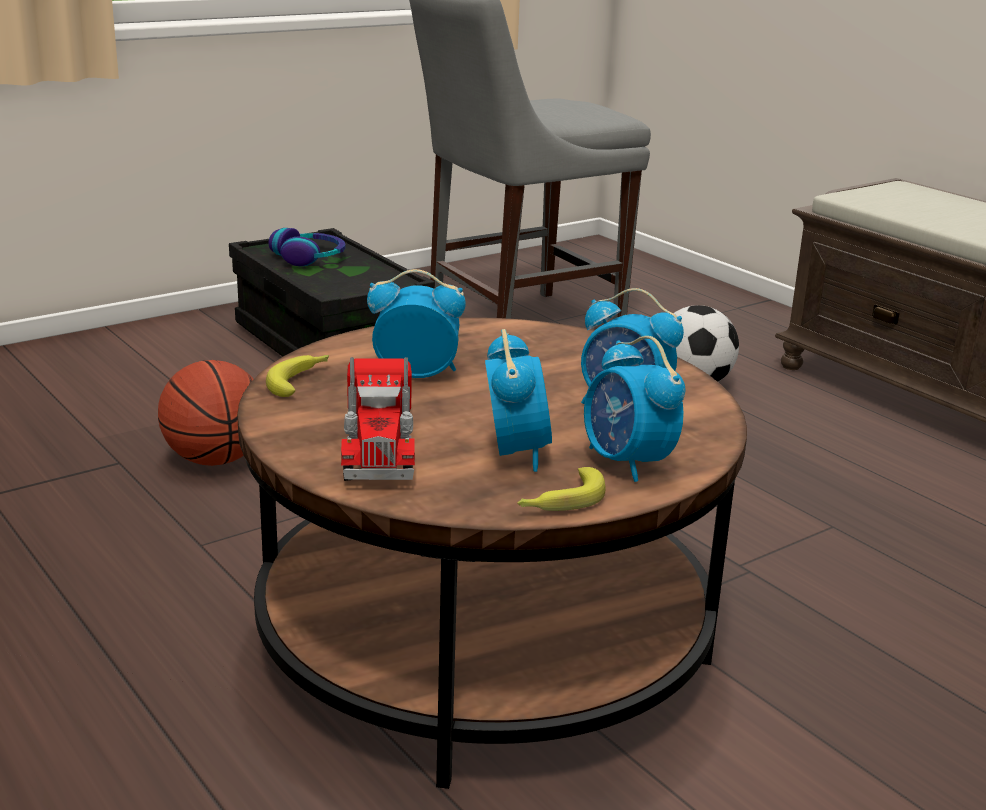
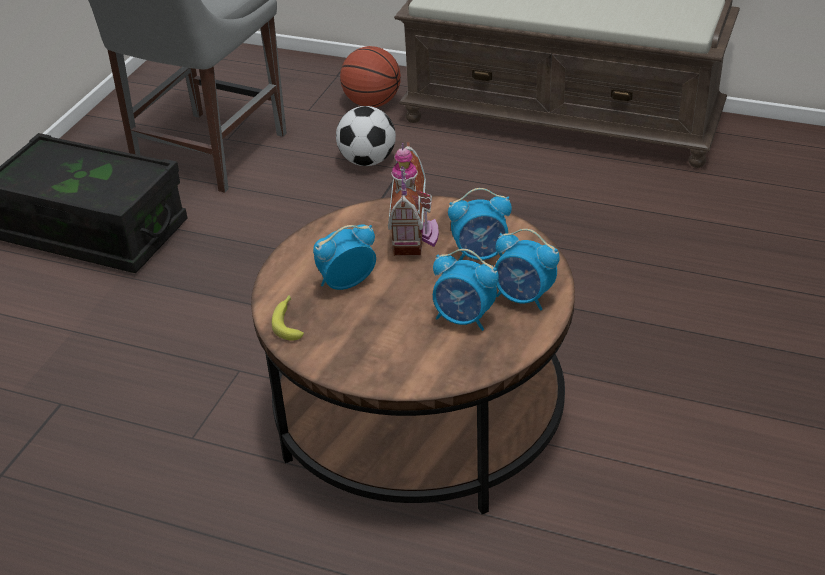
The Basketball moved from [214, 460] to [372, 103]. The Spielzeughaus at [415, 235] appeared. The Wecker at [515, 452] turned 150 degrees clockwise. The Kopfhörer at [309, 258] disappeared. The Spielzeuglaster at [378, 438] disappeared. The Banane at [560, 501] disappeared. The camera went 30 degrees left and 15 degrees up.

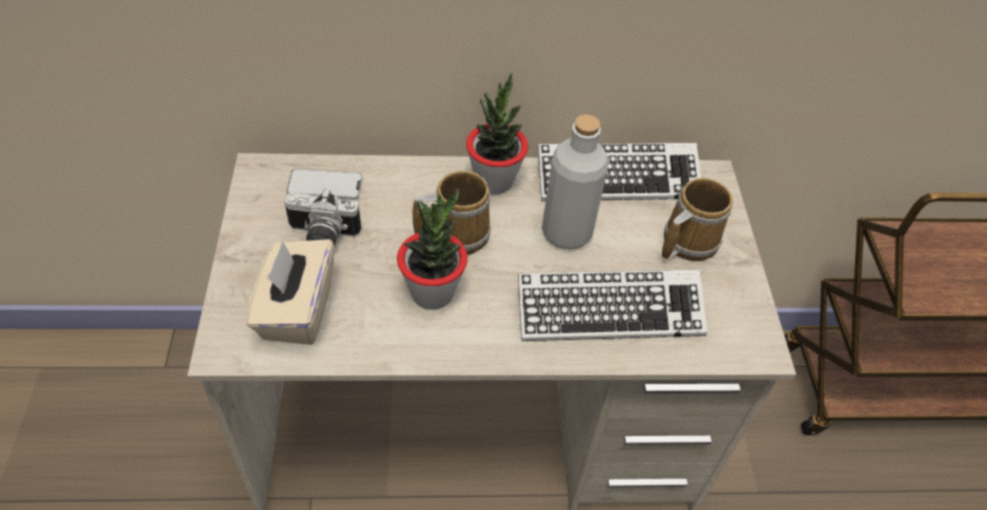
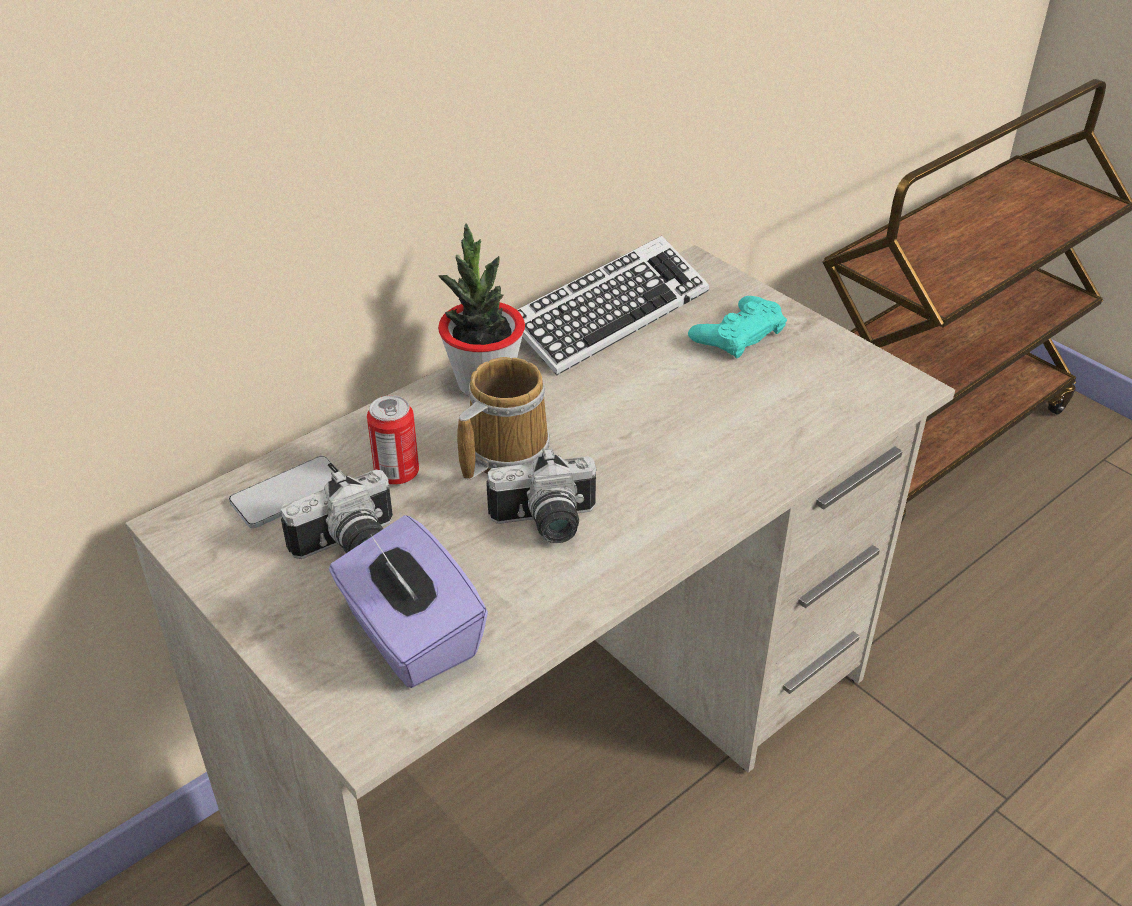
The Taschentuchbox (beige) at [296, 310] became the Taschentuchbox (lila) at [410, 636]. The Dose at [397, 473] appeared. The Topfpflanze at [432, 293] was replaced by the Kamera at [546, 524]. The Henkelbecher at [686, 241] was replaced by the Gamepad (türkis) at [738, 334]. The Tastatur at [609, 311] disappeared. The Flasche (grau) at [566, 232] disappeared. The camera went 35 degrees left and 10 degrees down.

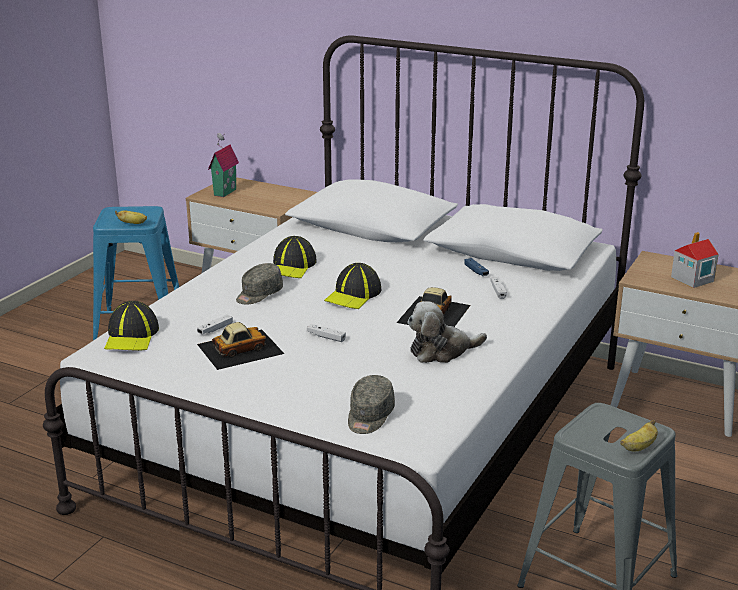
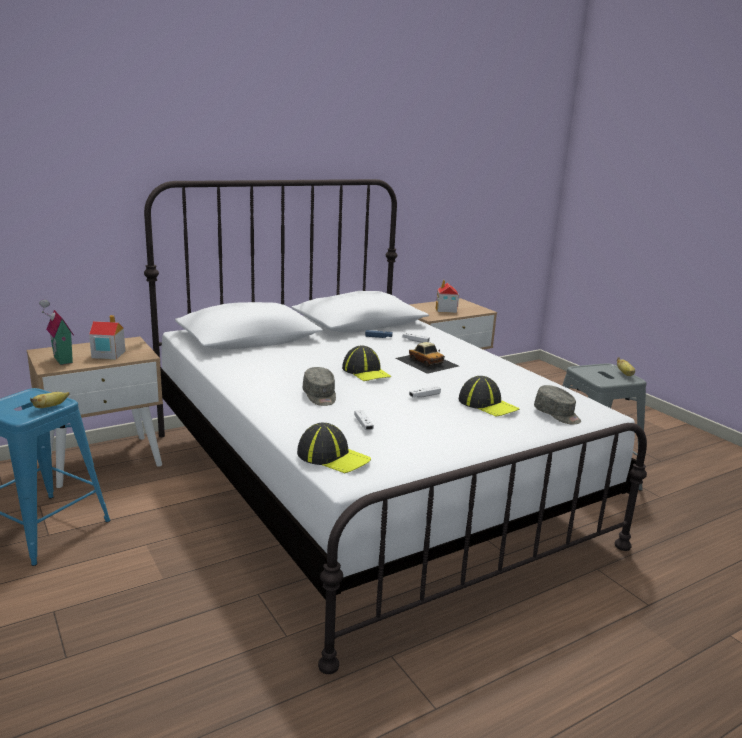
The Spielzeughaus at [108, 354] appeared. The Kappe moved from [291, 266] to [487, 404]. The Spielzeugauto at [239, 348] disappeared. The Plüschtier at [441, 351] disappeared. The camera went 60 degrees left and 5 degrees down.

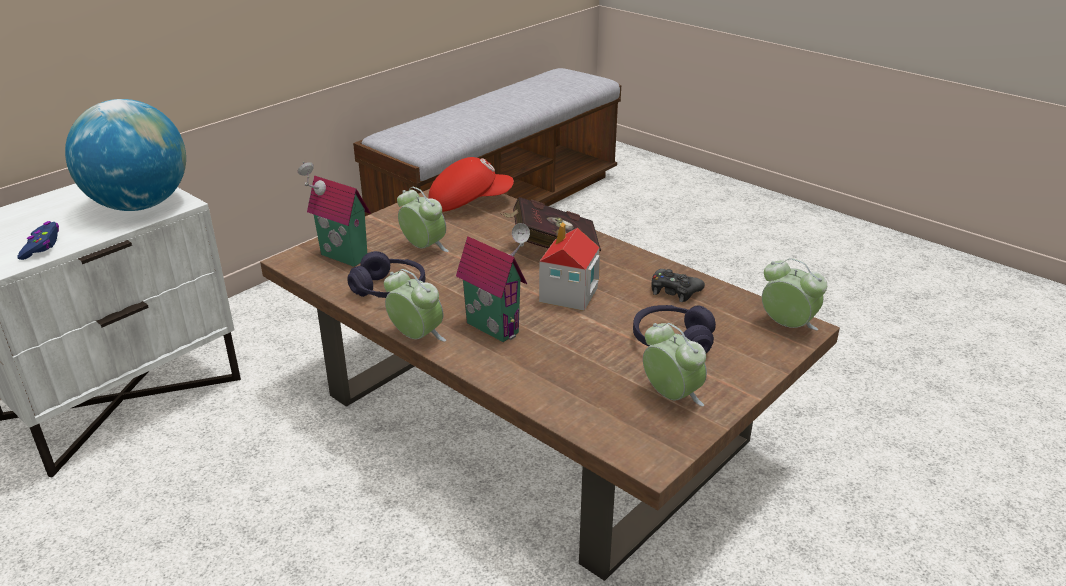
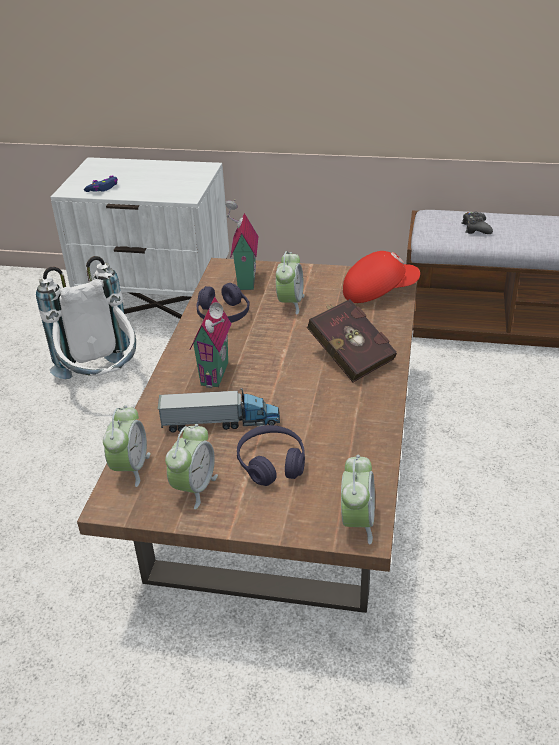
The Rucksack (weiß) at [102, 382] appeared. The Wecker moved from [416, 337] to [130, 468]. The Spielzeuglaster at [221, 422] appeared. The Kappe (rot) at [469, 203] turned 60 degrees counterclockwise. The Gamepad (schwarz) moved from [674, 291] to [476, 228]. The Globus at [139, 205] disappeared. The Spielzeughaus at [568, 295] disappeared. The camera went 60 degrees right and 5 degrees up.

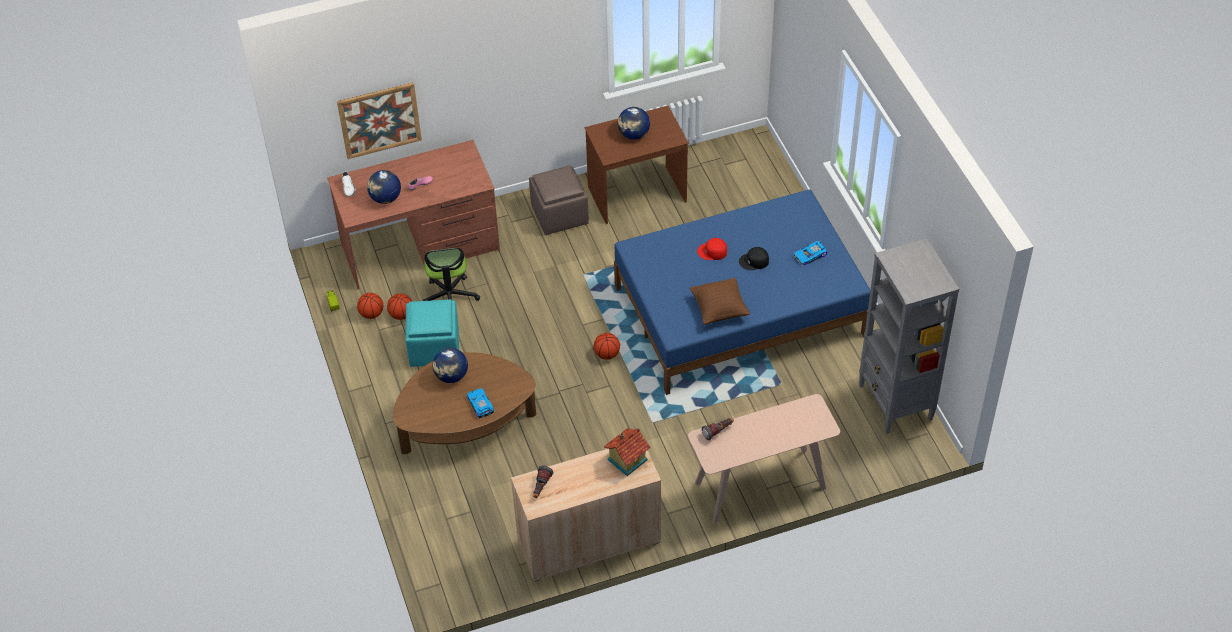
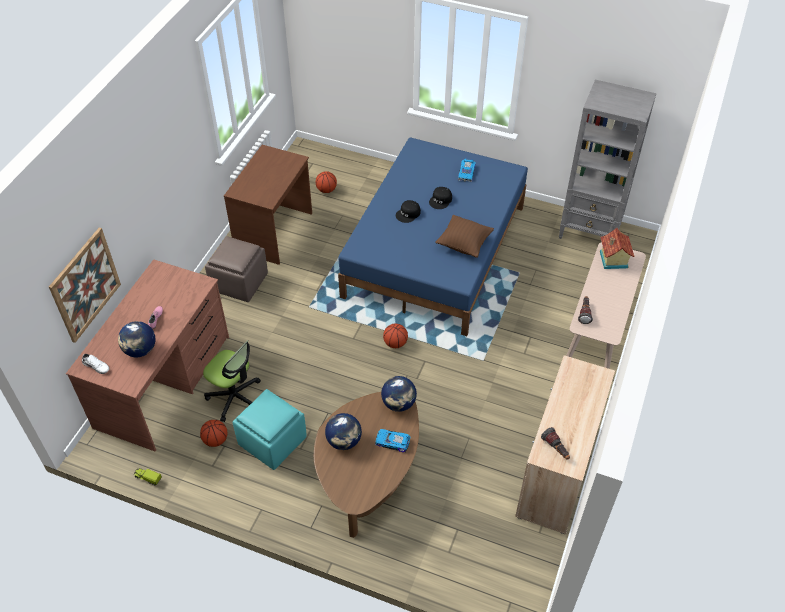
The Basketball moved from [371, 314] to [326, 190]. The Globus moved from [634, 135] to [399, 403]. The Kappe (rot) at [712, 252] became the Kappe (schwarz) at [408, 214]. The Spielzeughaus moved from [626, 459] to [612, 260]. The camera went 50 degrees left and 0 degrees up.

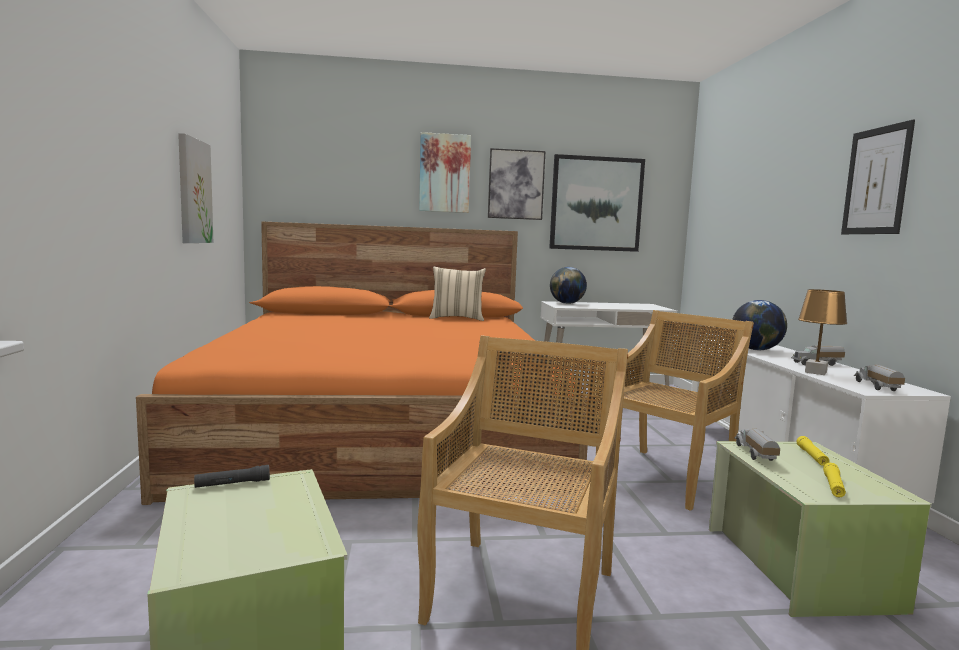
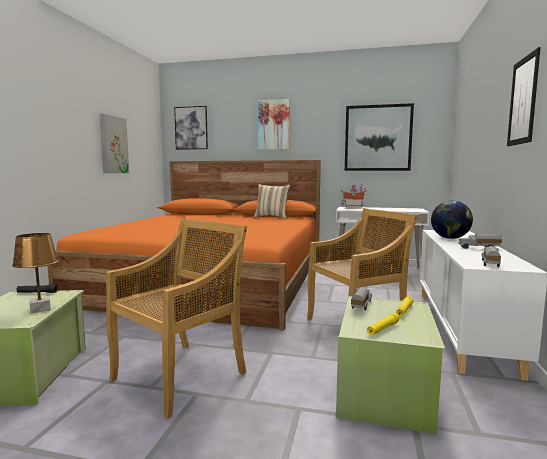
The Tischlampe (braun) moved from [815, 372] to [40, 309]. The Bild moved from [516, 184] to [191, 128]. The Globus at [567, 303] was replaced by the Spielzeughaus at [353, 208]. The camera went 20 degrees right and 0 degrees up.

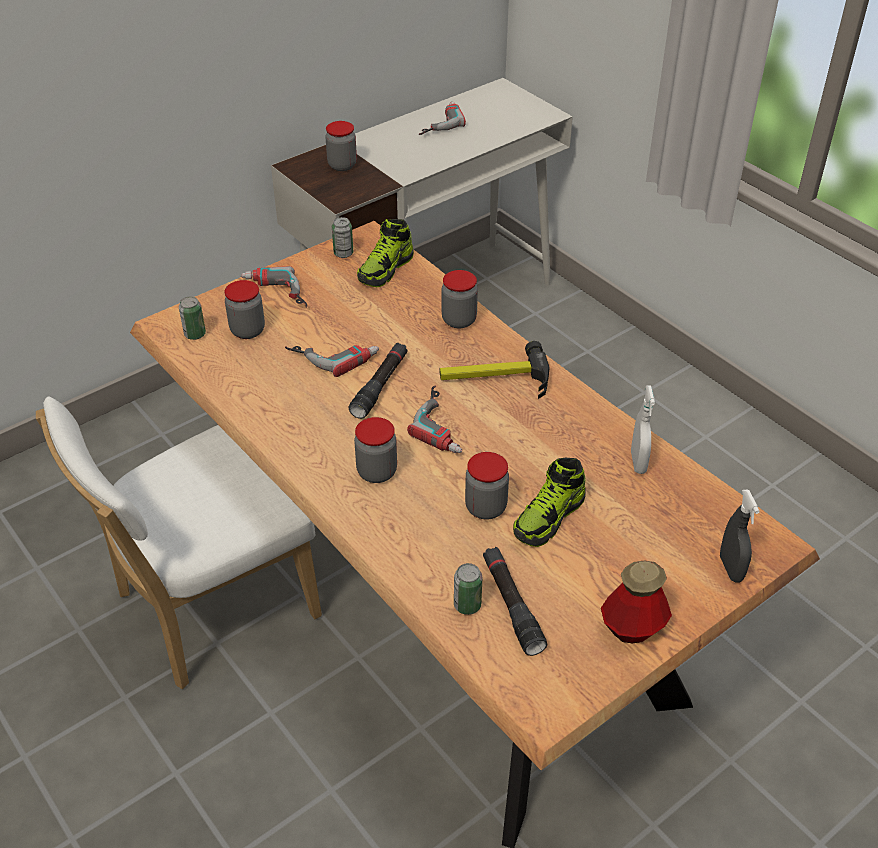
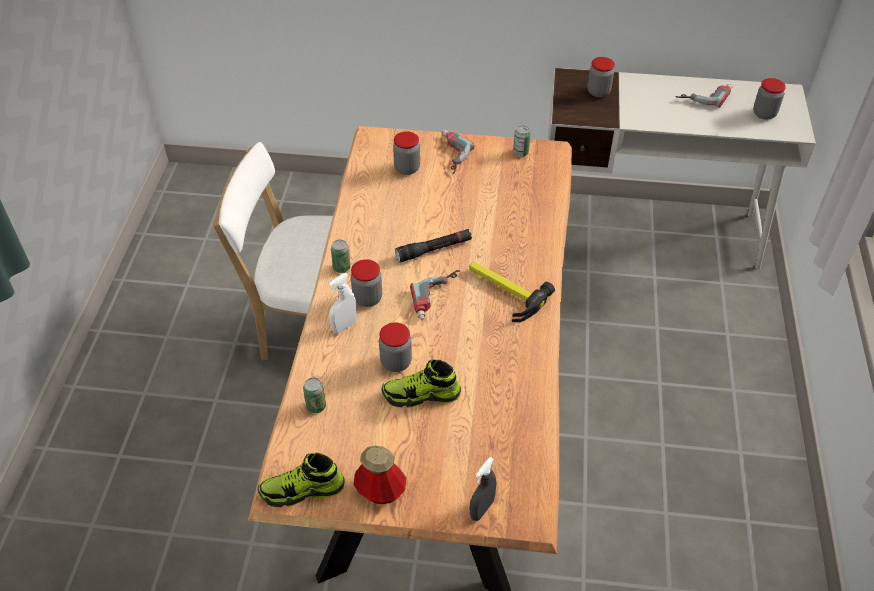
The Schuh moved from [386, 269] to [302, 490]. The Sprühflasche (weiß) moved from [638, 462] to [344, 326]. The Dose moved from [195, 334] to [341, 268]. The Vorratsglas moved from [459, 320] to [764, 113]. The Bohrmaschine at [333, 354] disappeared. The Taschenlampe (schwarz) at [512, 605] disappeared. The camera went 45 degrees right and 5 degrees up.

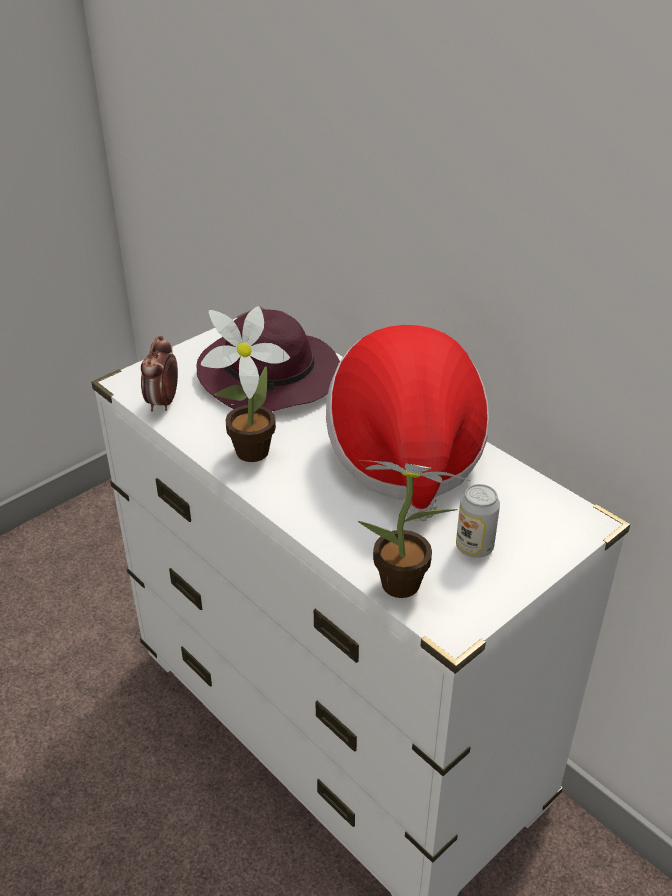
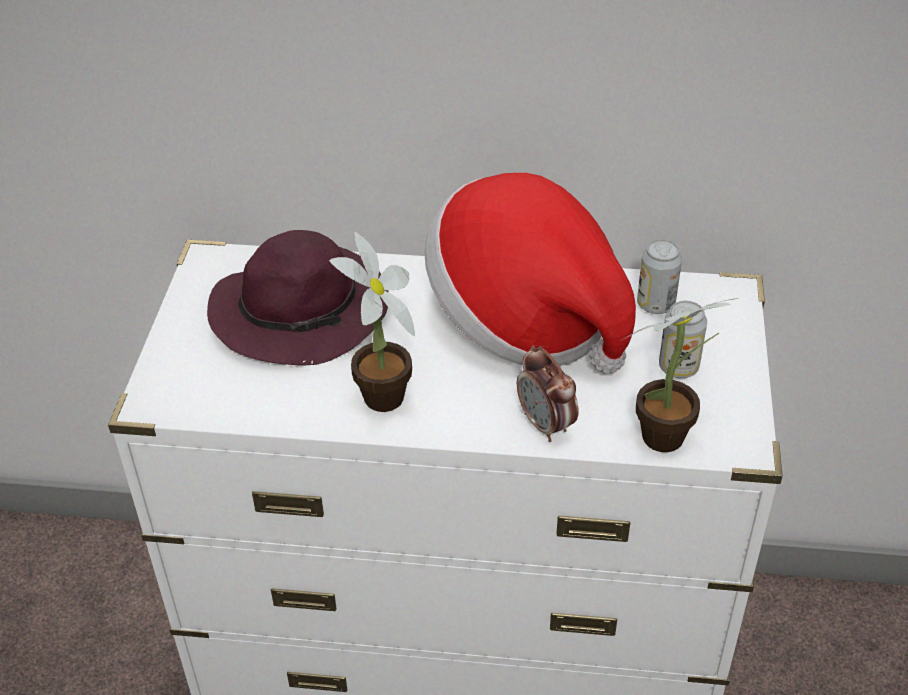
The Wecker moved from [163, 403] to [546, 425]. The Dose at [655, 304] appeared. The camera went 40 degrees left and 5 degrees up.

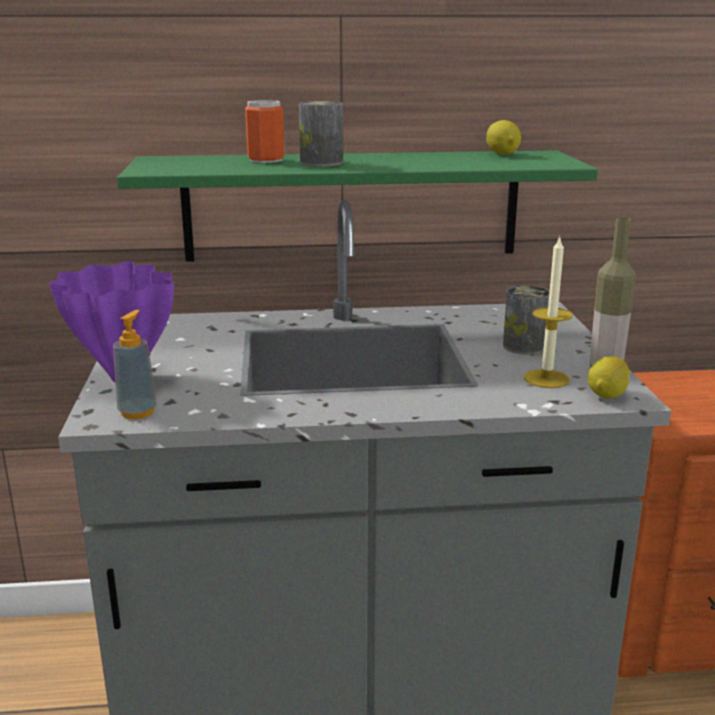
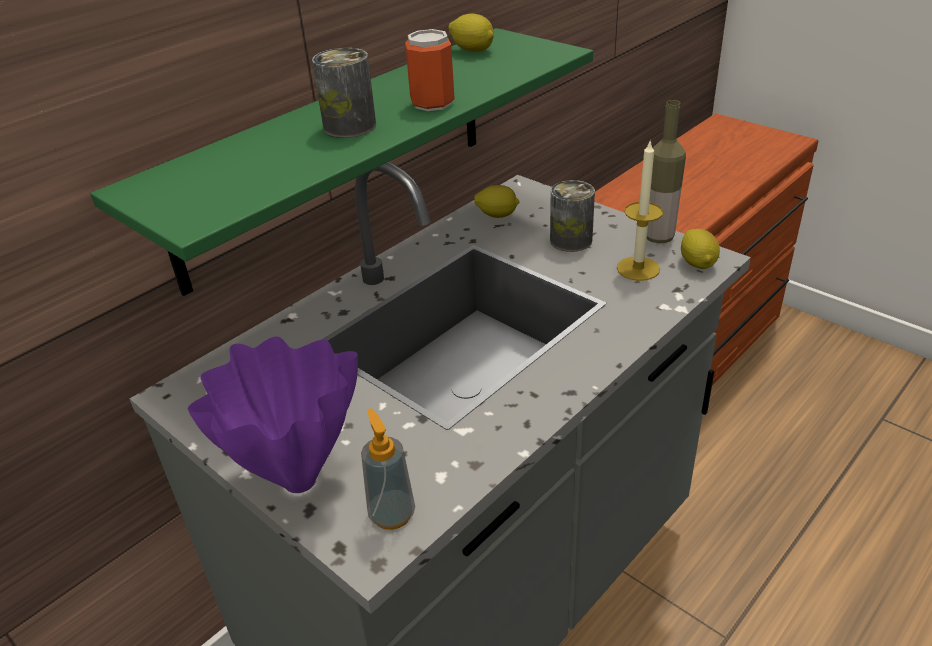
The Dose moved from [266, 160] to [432, 103]. The Zitrone at [497, 215] appeared. The camera went 40 degrees left and 15 degrees up.

